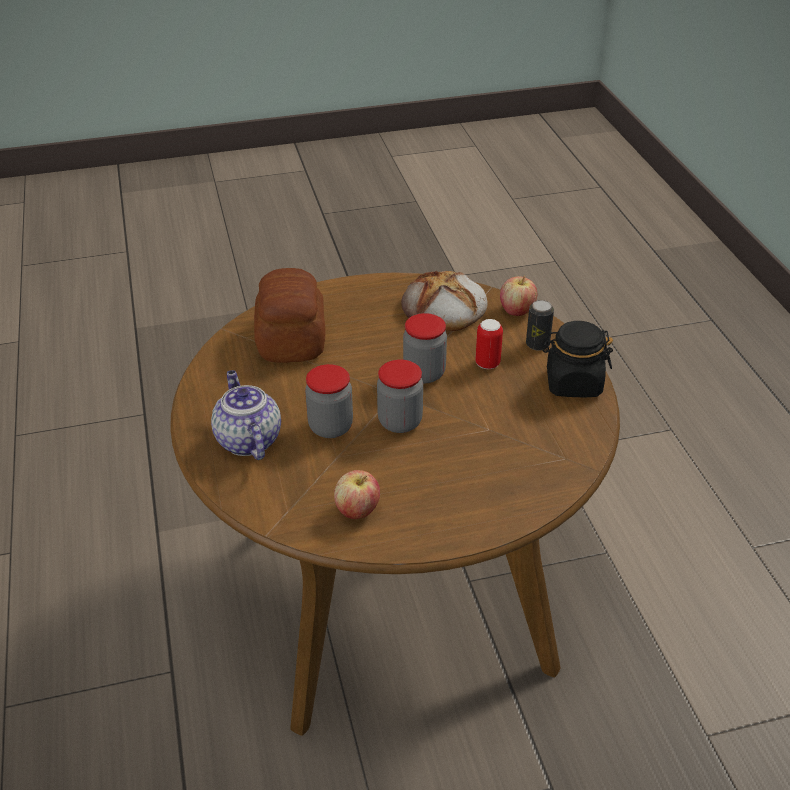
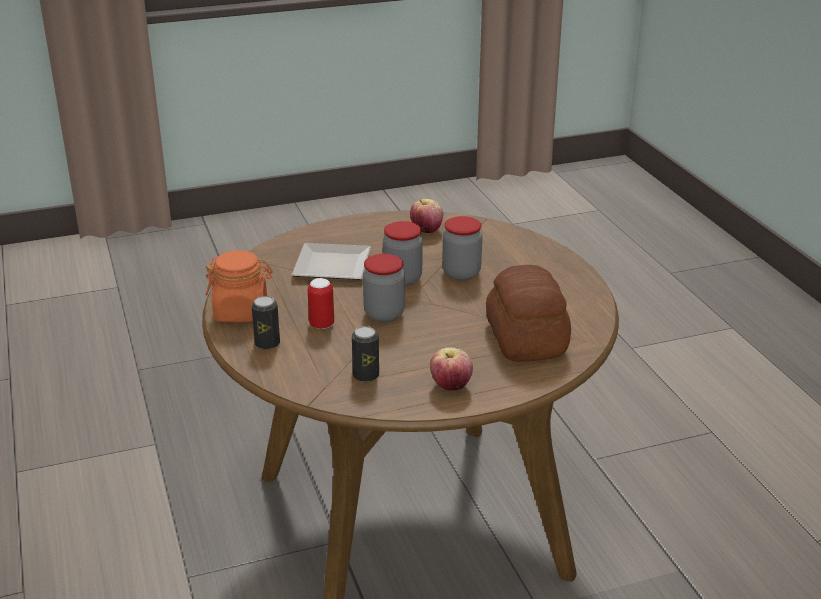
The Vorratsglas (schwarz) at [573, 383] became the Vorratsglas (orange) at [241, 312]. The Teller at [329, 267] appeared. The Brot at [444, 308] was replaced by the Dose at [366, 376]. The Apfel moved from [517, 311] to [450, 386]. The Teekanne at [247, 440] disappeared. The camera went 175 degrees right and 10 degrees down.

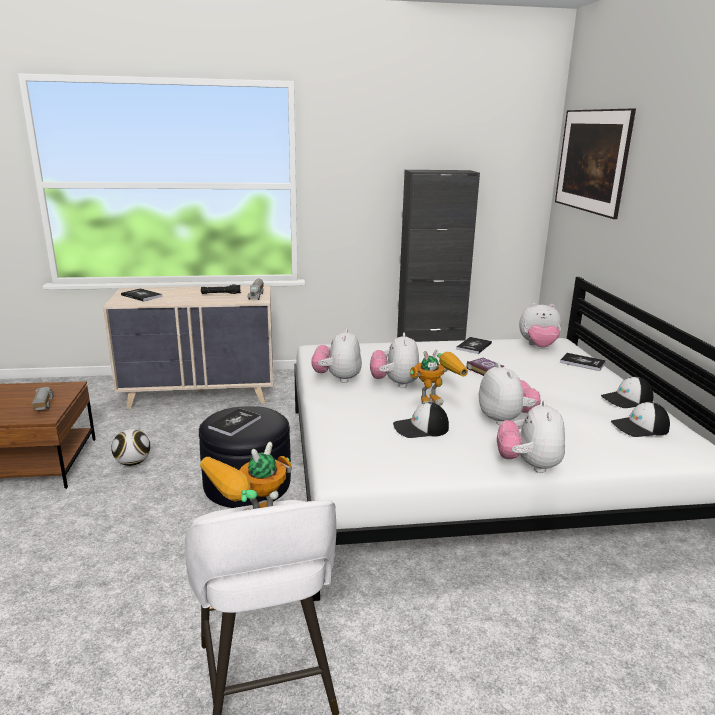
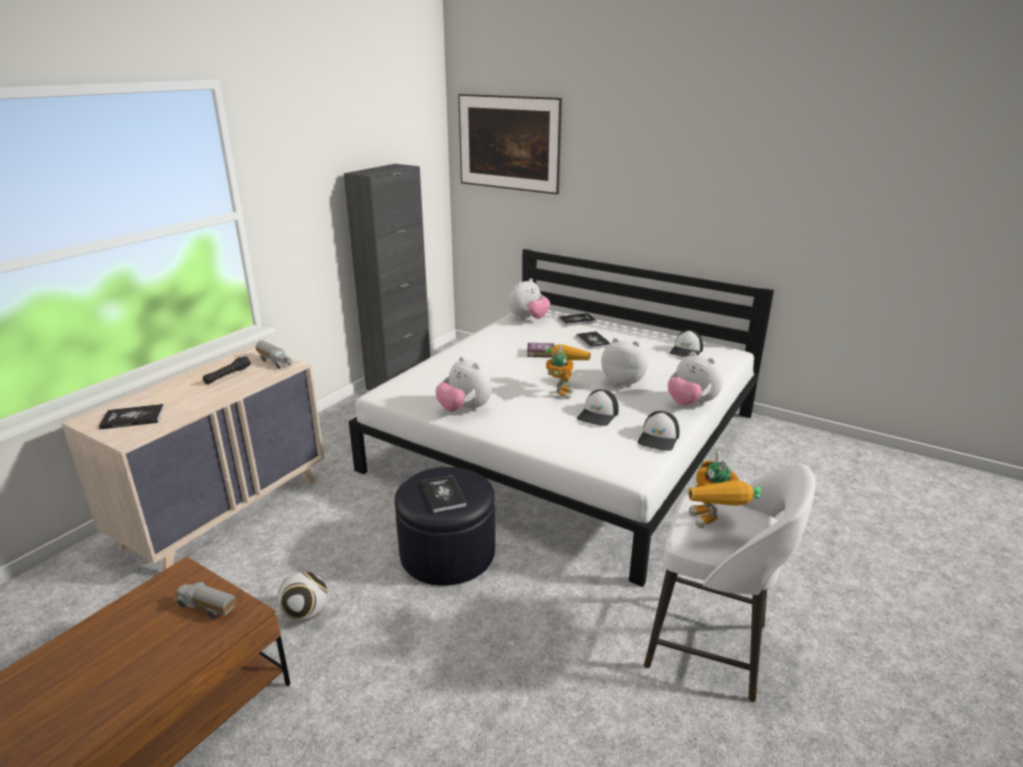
The Buch moved from [474, 346] to [593, 341]. The Kappe moved from [627, 400] to [659, 438]. The Plüschtier at [395, 384] disappeared. The camera went 50 degrees left and 5 degrees up.

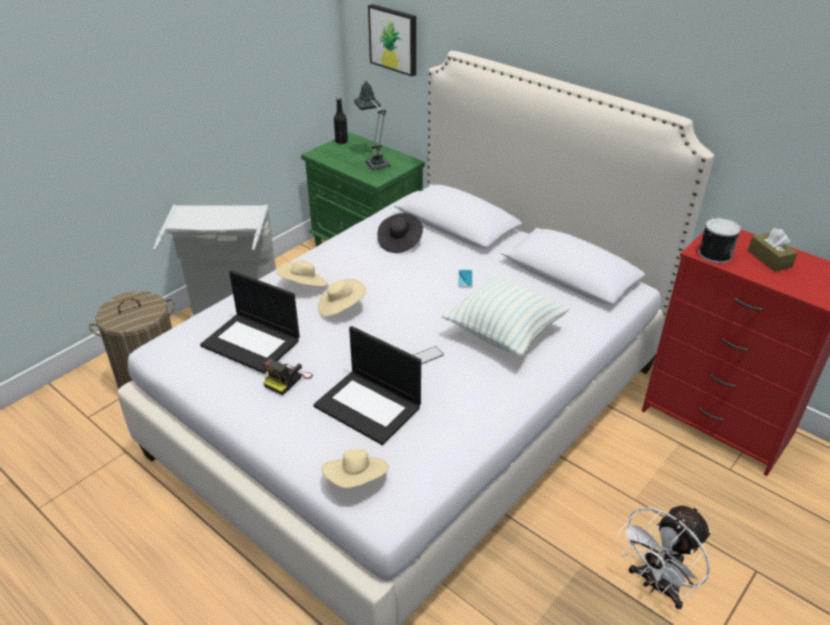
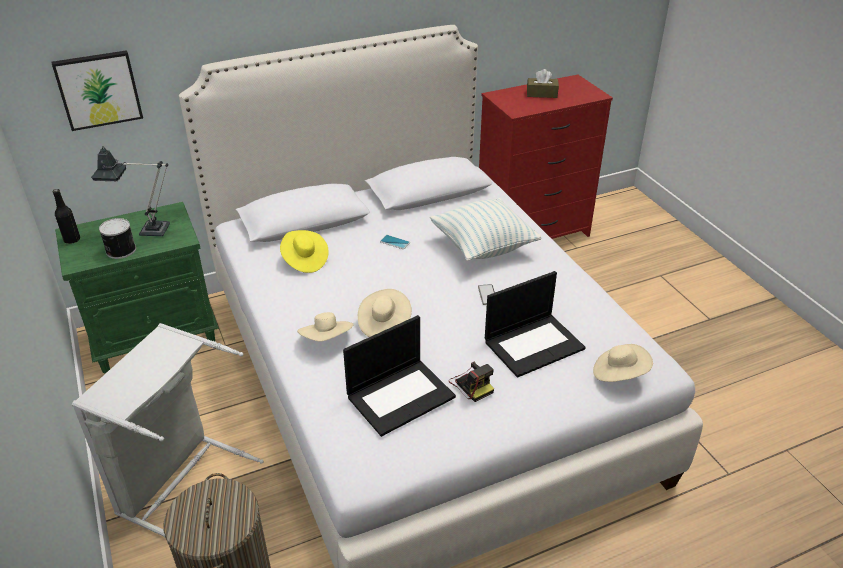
The Dose moved from [714, 253] to [120, 250]. The Hut (schwarz) at [399, 242] became the Hut (gelb) at [304, 260]. The Ventilator (weiß) at [656, 585] disappeared. The camera went 65 degrees left and 0 degrees up.

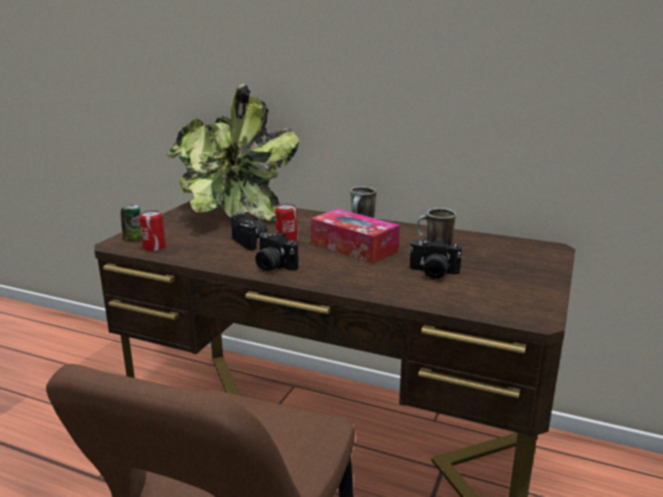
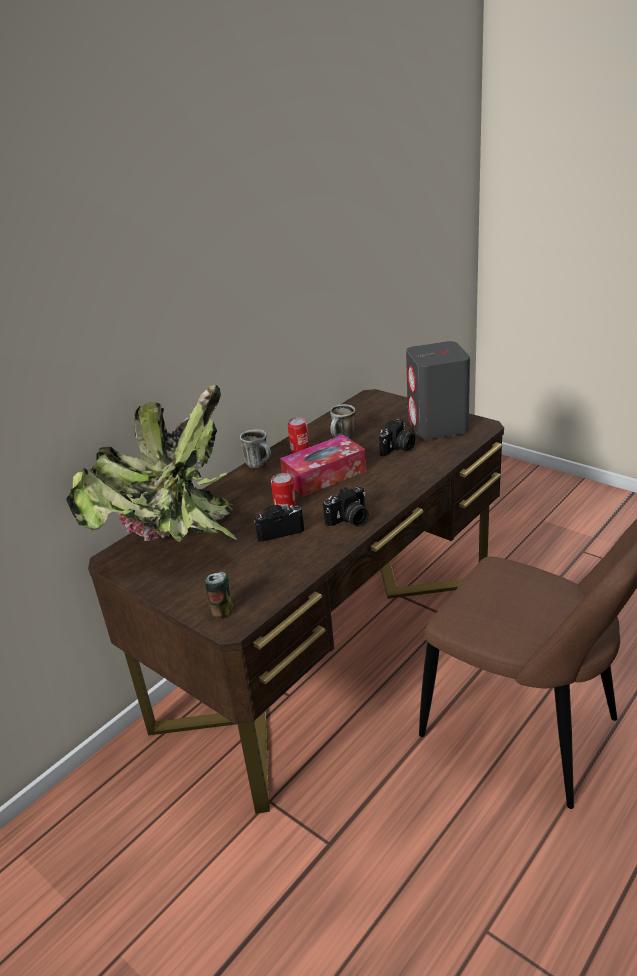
The Dose moved from [154, 247] to [300, 450]. The Lautsprecher (grau) at [438, 427] appeared. The camera went 70 degrees left and 10 degrees up.

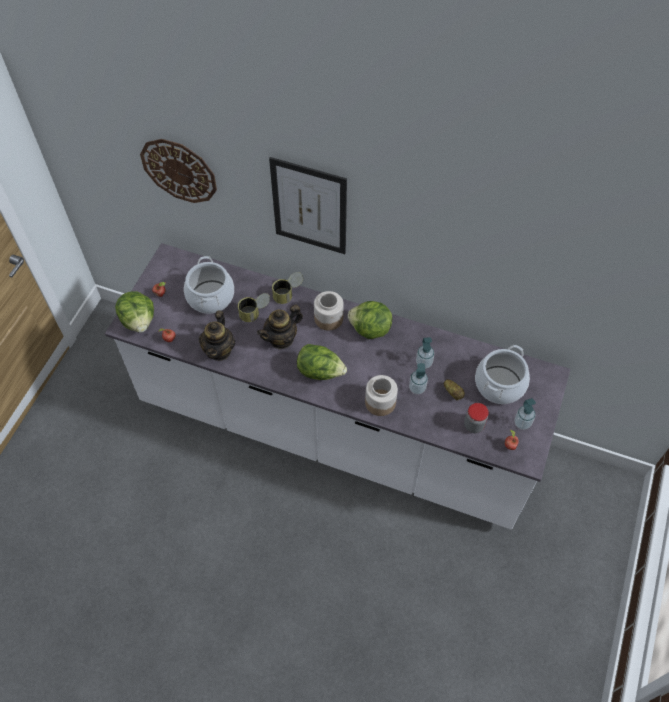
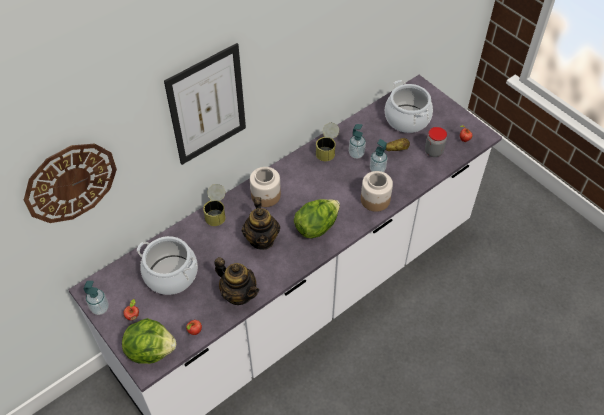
The Seifenspender moved from [522, 423] to [100, 308]. The Dose moved from [255, 313] to [327, 149]. The Salatkopf at [370, 330] disappeared. The camera went 60 degrees left and 5 degrees down.

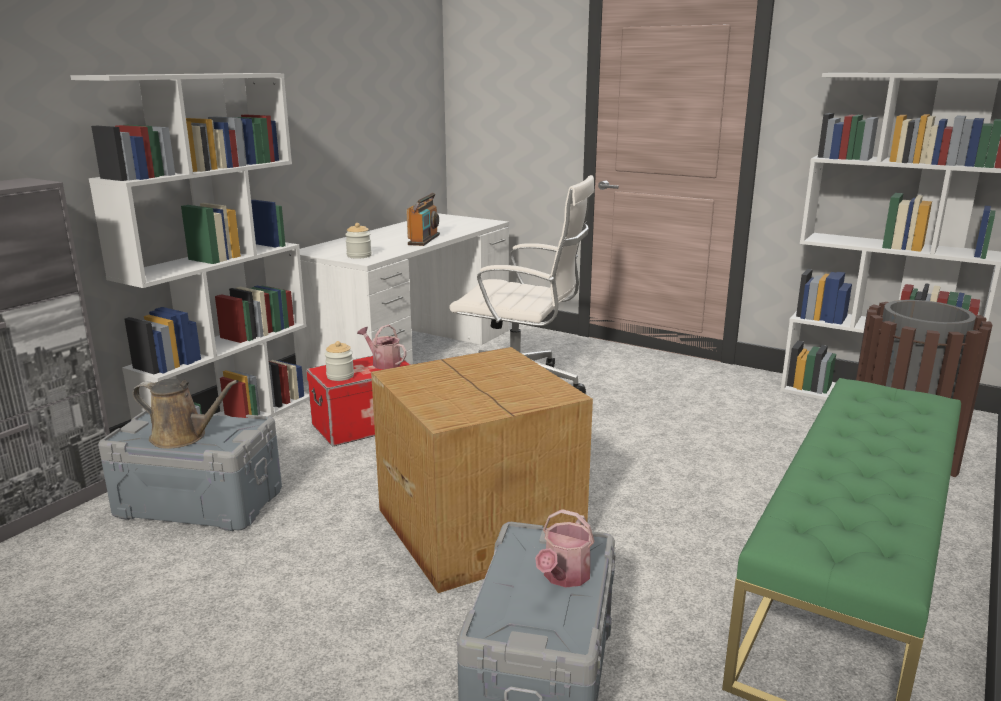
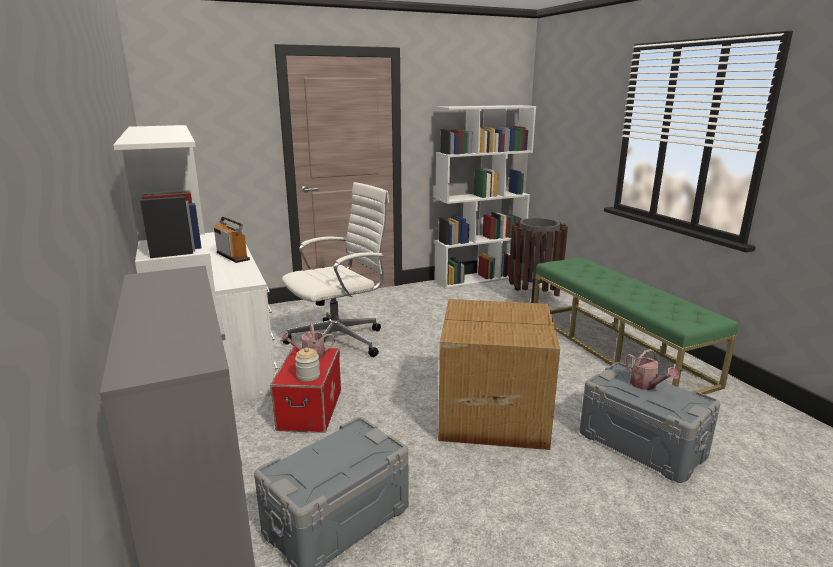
The Gießkanne (braun) at [183, 437] disappeared. The Vorratsglas at [359, 256] disappeared. The camera went 55 degrees left and 0 degrees up.

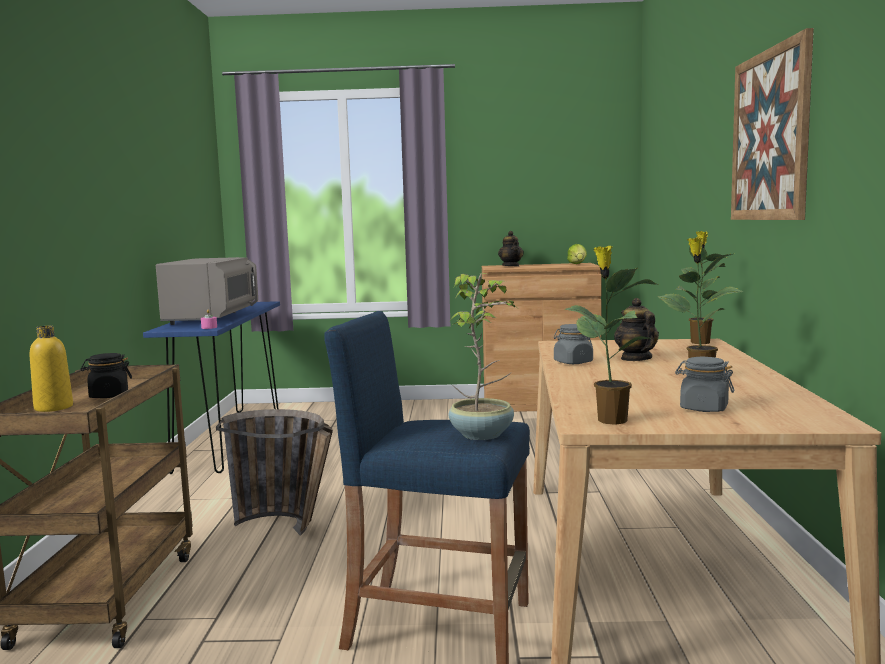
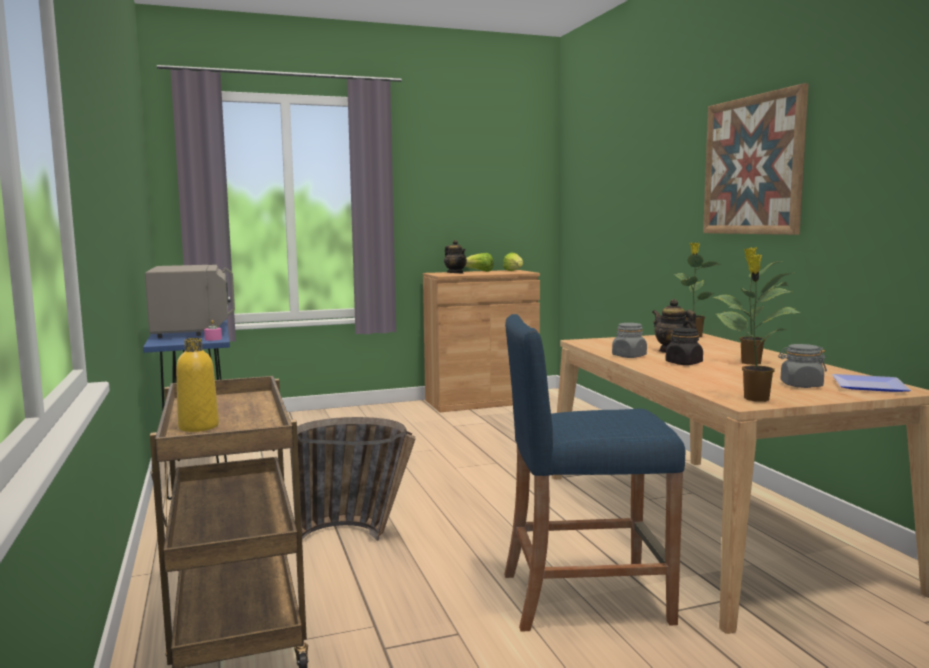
The Salatkopf at [479, 271] appeared. The Vorratsglas (schwarz) moved from [108, 395] to [683, 363]. The Teller at [866, 386] appeared. The Topfpflanze at [483, 434] disappeared. The camera went 20 degrees left and 0 degrees up.

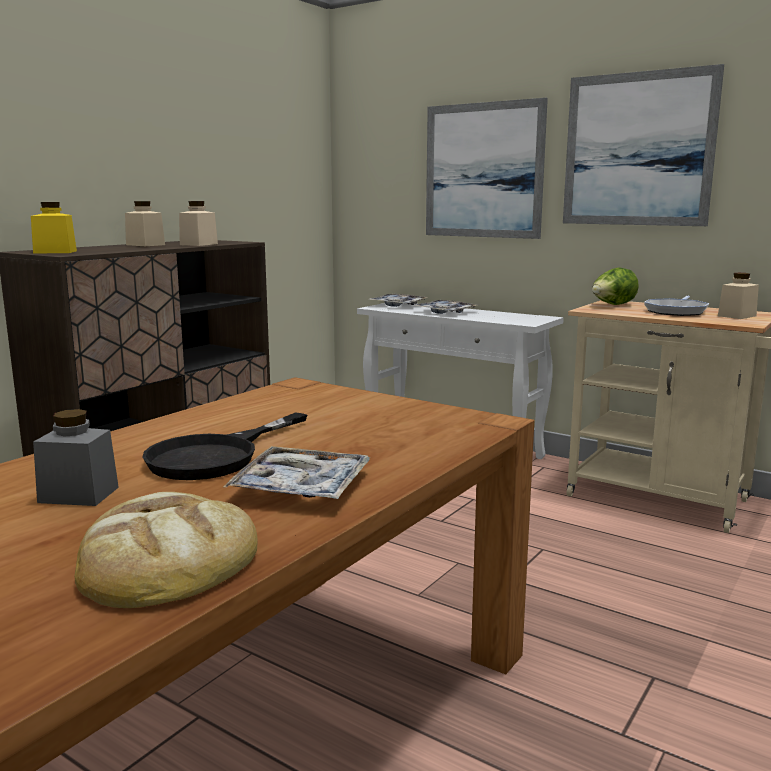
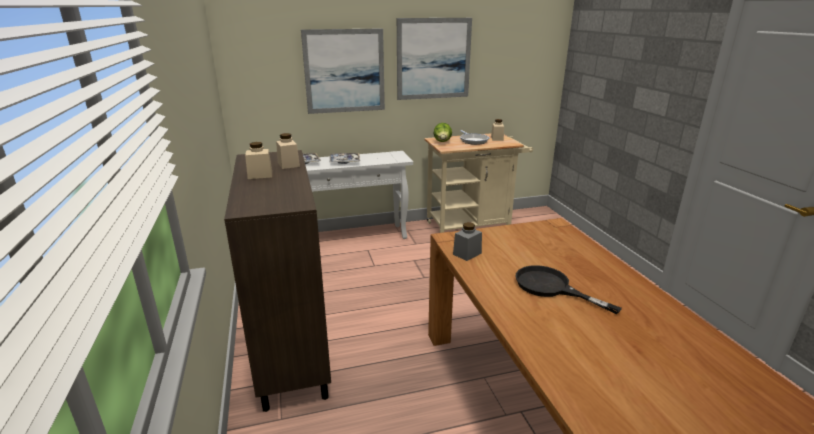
The Vorratsglas (grau) moved from [79, 495] to [467, 254]. The Pfanne (schwarz) at [217, 455] turned 150 degrees clockwise. The Vorratsglas (gelb) at [55, 252] disappeared. The Brot at [167, 559] disappeared. The Tablett at [301, 487] disappeared. The camera went 50 degrees left and 10 degrees up.

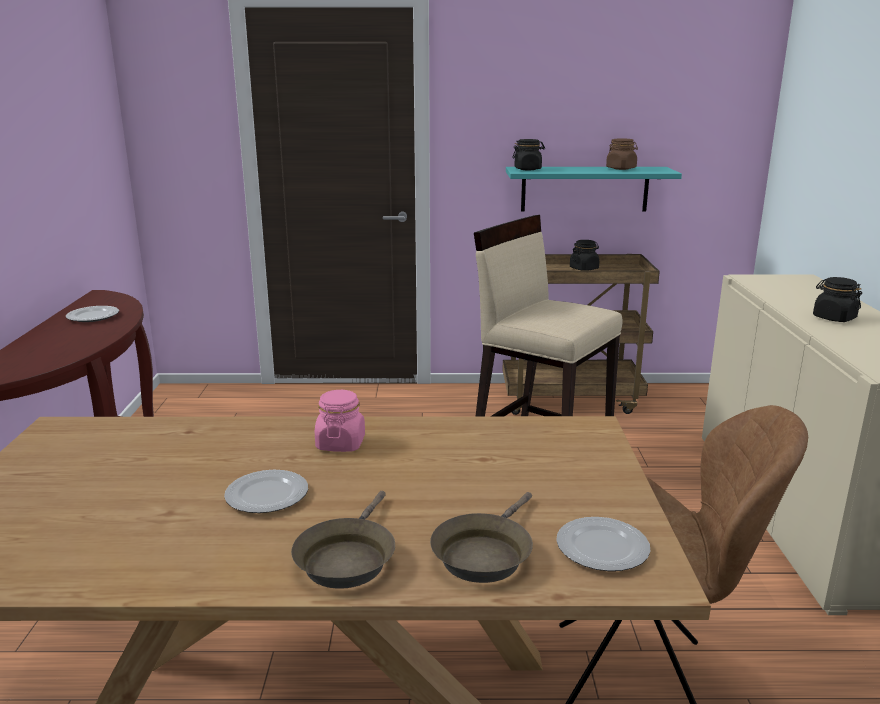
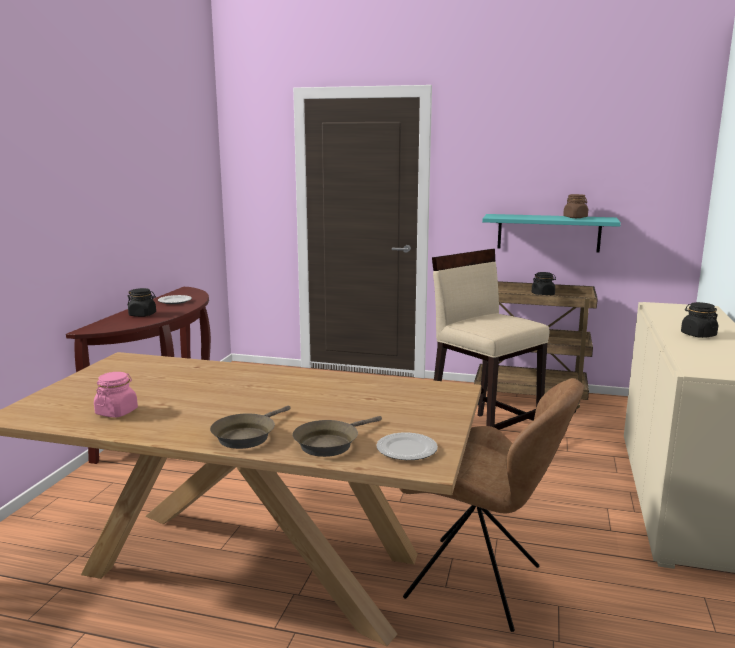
The Vorratsglas (rosa) moved from [340, 443] to [117, 412]. The Vorratsglas (schwarz) moved from [528, 169] to [142, 315]. The Teller at [268, 496] disappeared. The camera went 15 degrees right and 5 degrees down.

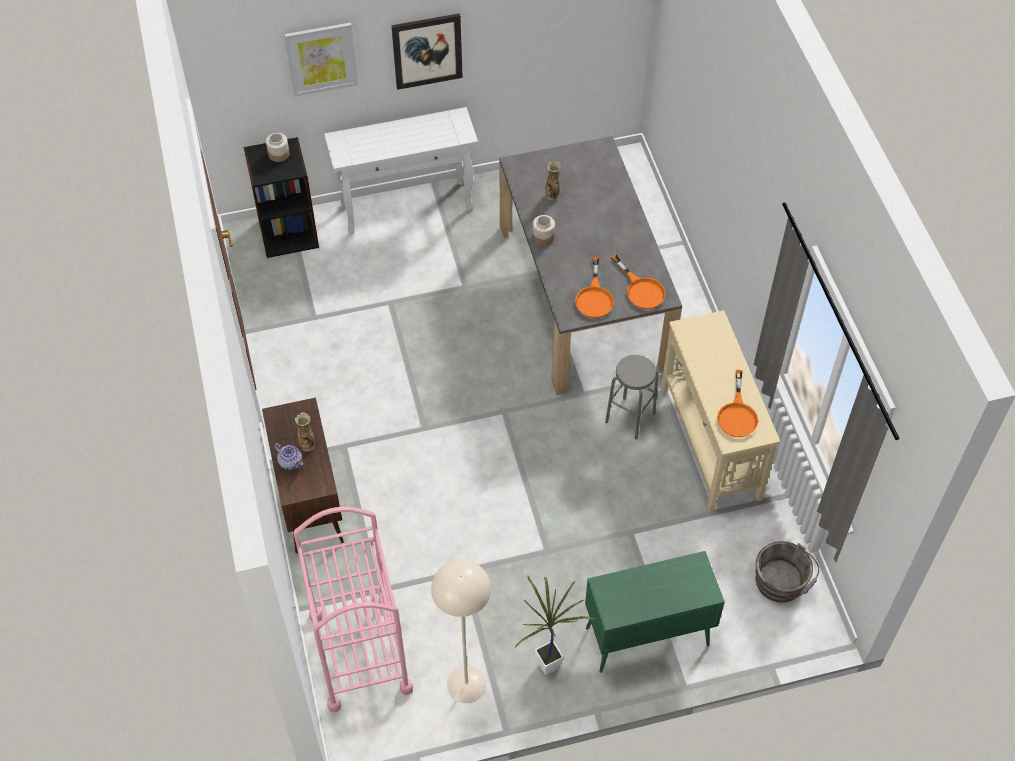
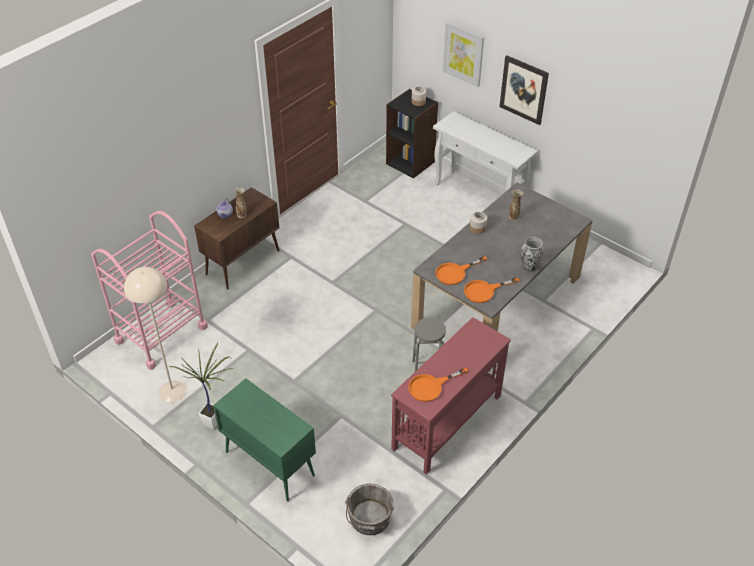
The Konsolentisch (beige) at [709, 443] became the Konsolentisch (rot) at [446, 422]. The Pfanne (orange) at [641, 289] turned 45 degrees clockwise. The Vase at [529, 267] appeared. The camera went 55 degrees right and 10 degrees down.

